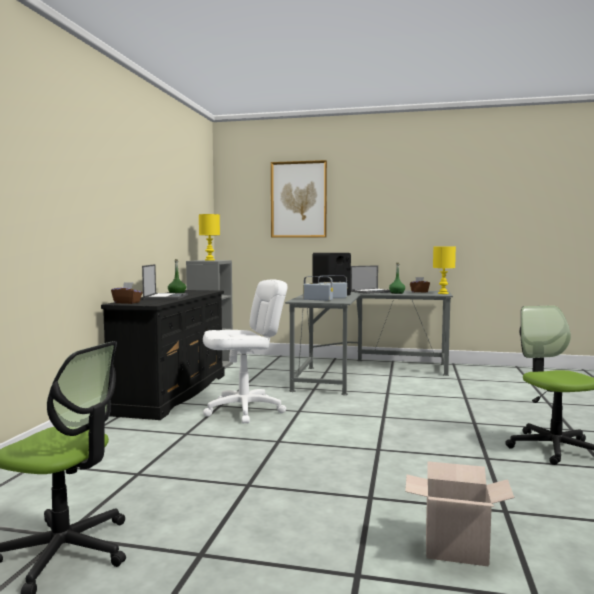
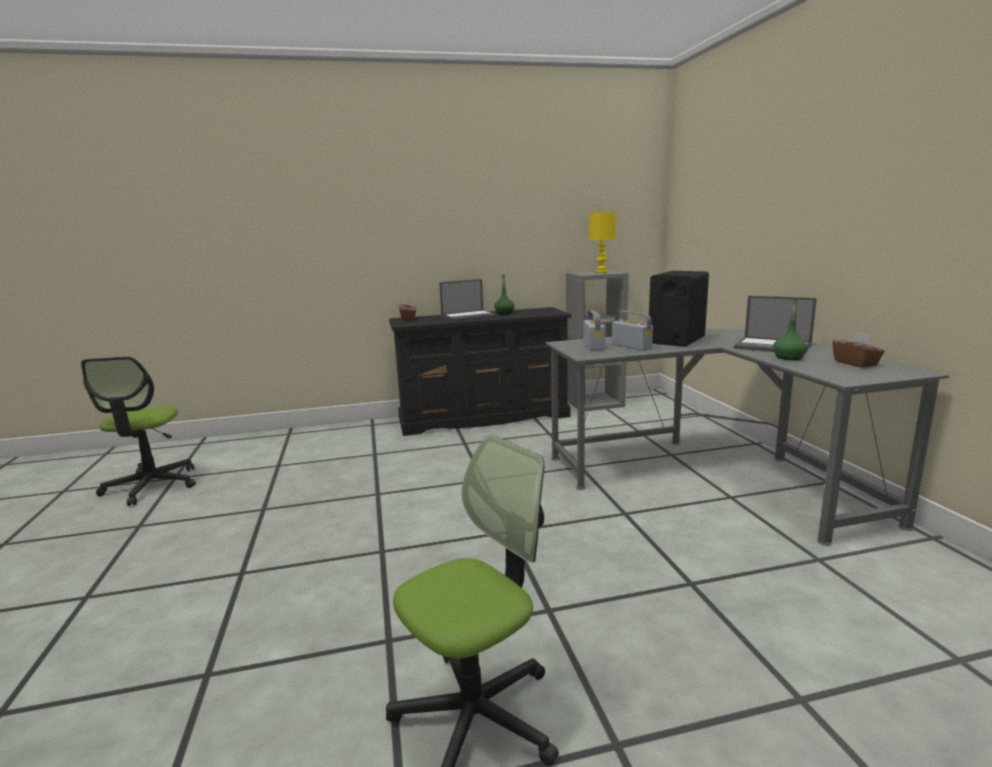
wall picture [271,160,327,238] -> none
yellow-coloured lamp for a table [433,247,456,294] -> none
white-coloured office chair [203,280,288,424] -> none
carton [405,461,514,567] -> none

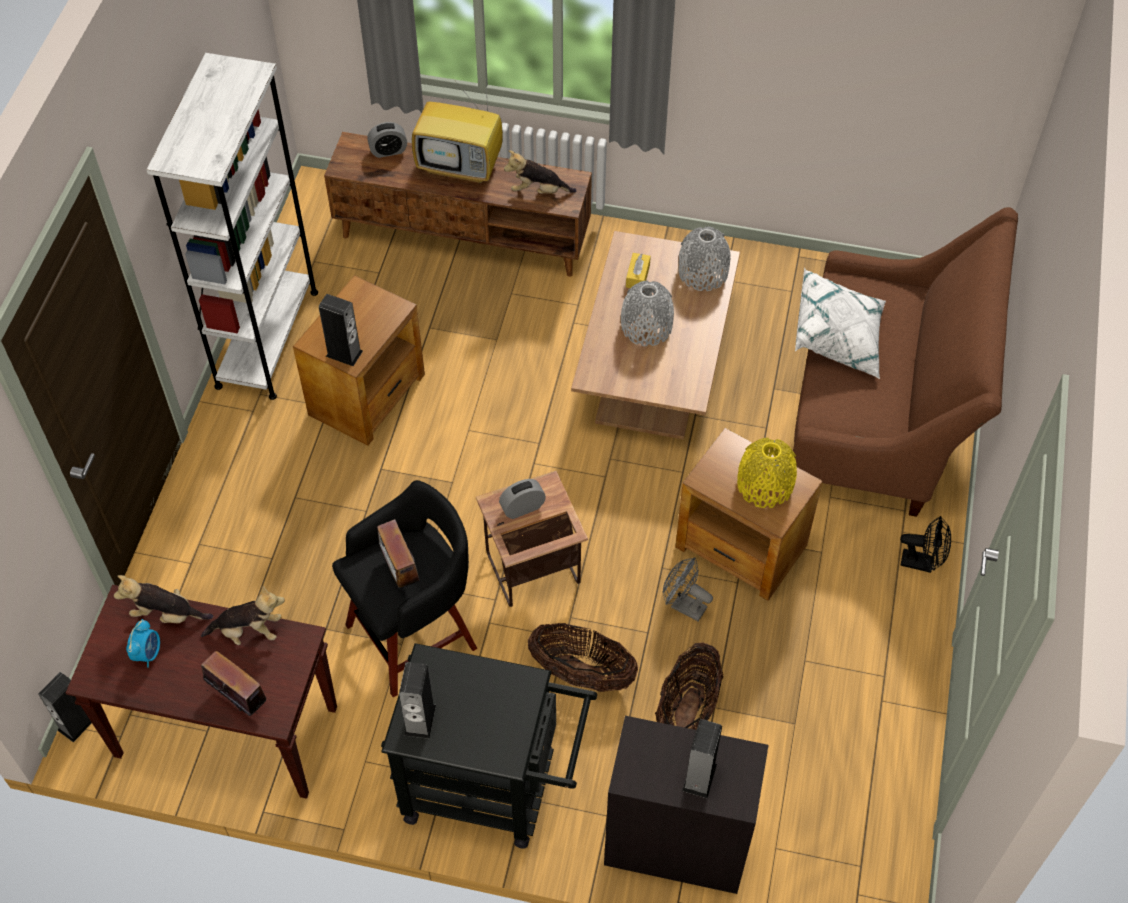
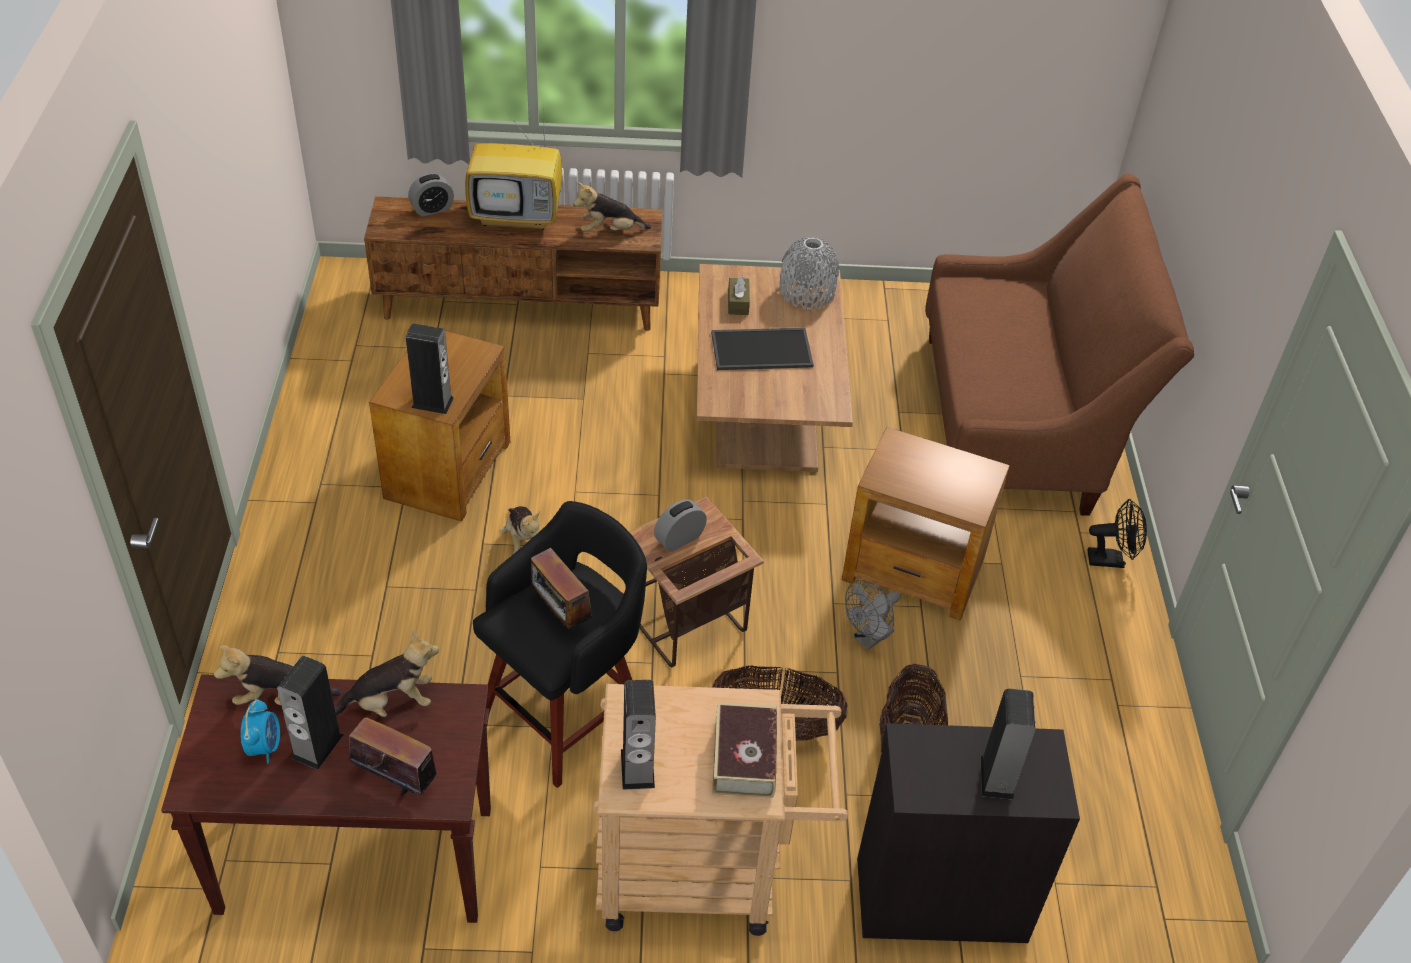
white-coloured bookcase [146,53,318,400] -> none
yellow-coloured box of tissues [626,253,651,288] -> brownish box of tissues [728,275,750,315]
white-coloured throw pillow [795,268,886,379] -> none
grey decorative vase [621,281,674,346] -> tray [711,328,814,370]
yellow-coloured decorative vase [737,438,797,508] -> none
grey cooling fan [663,558,713,621] -> grey cooling fan [845,580,900,650], 60 degrees counterclockwise
black wheeled cart [381,643,597,849] -> beige-coloured wheeled cart [594,684,848,936]
audio speaker [38,672,92,742] -> audio speaker [277,656,344,770], moved
none -> cuddly toy [499,506,540,555]
none -> volume [712,702,777,798]

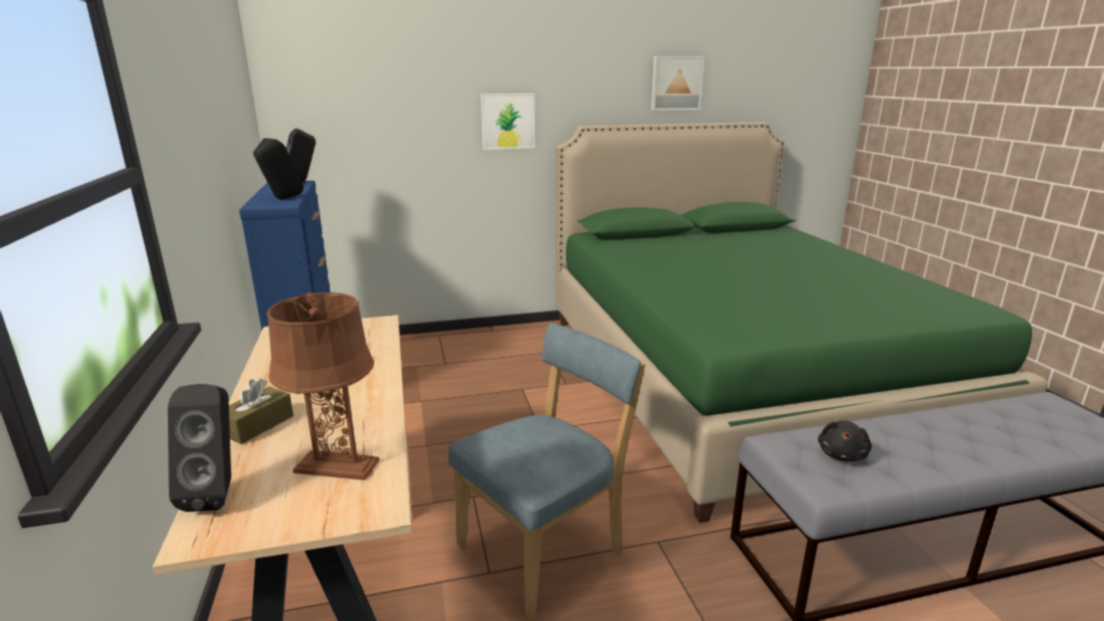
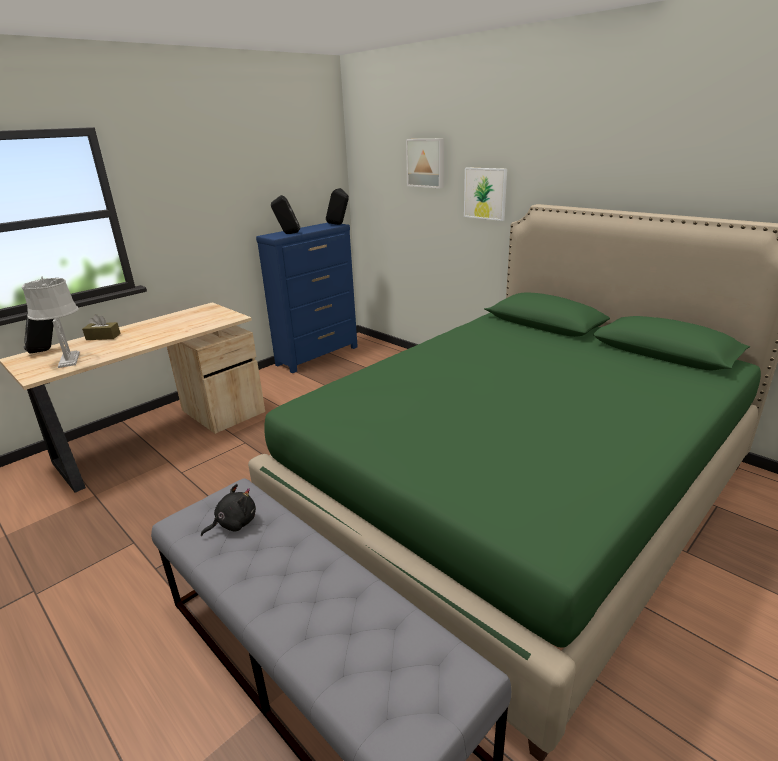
wall picture [651,56,704,111] -> wall picture [406,139,444,188], moved
brownish lamp for a table [267,292,379,480] -> grey lamp for a table [22,277,80,368]
blue upright chair [448,323,645,619] -> none
black cuddly toy [818,420,872,461] -> black cuddly toy [201,484,256,536], 150 degrees clockwise

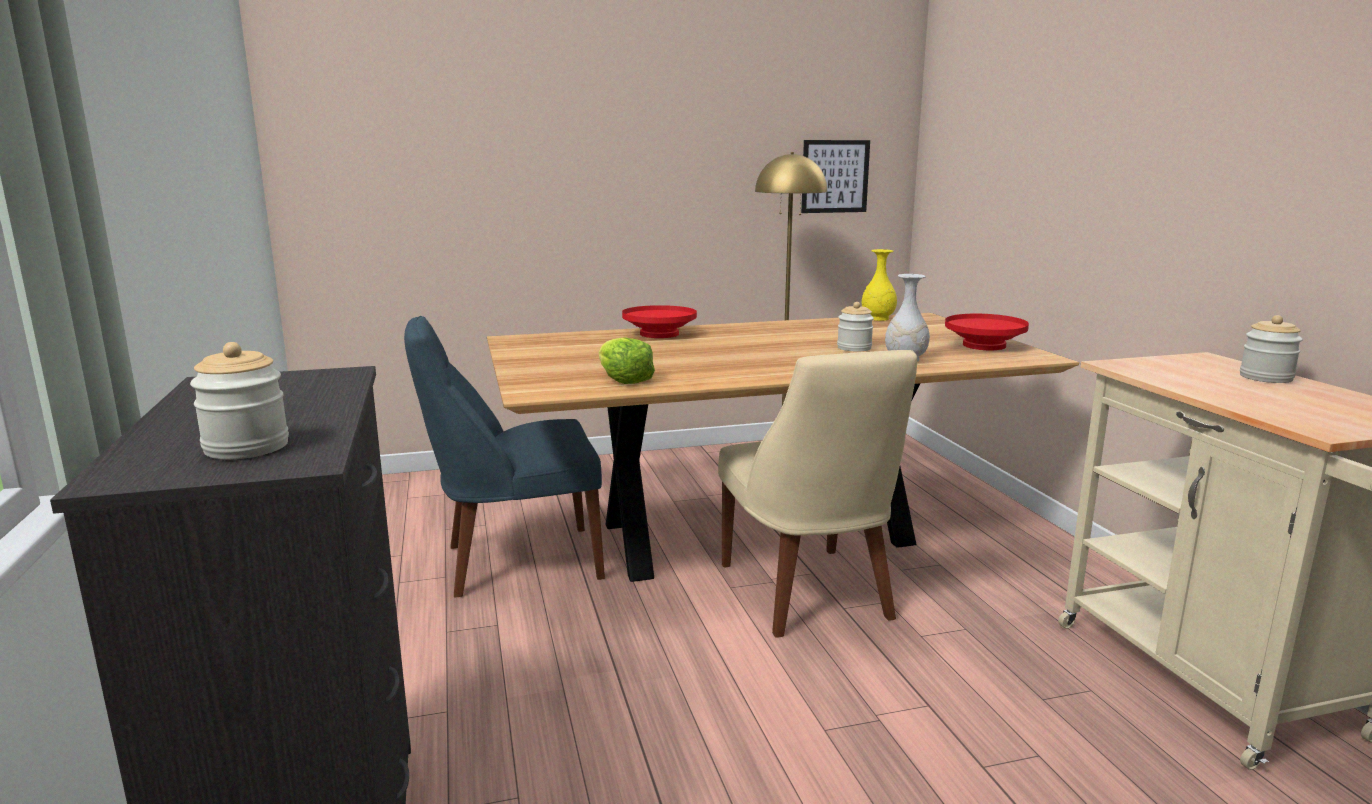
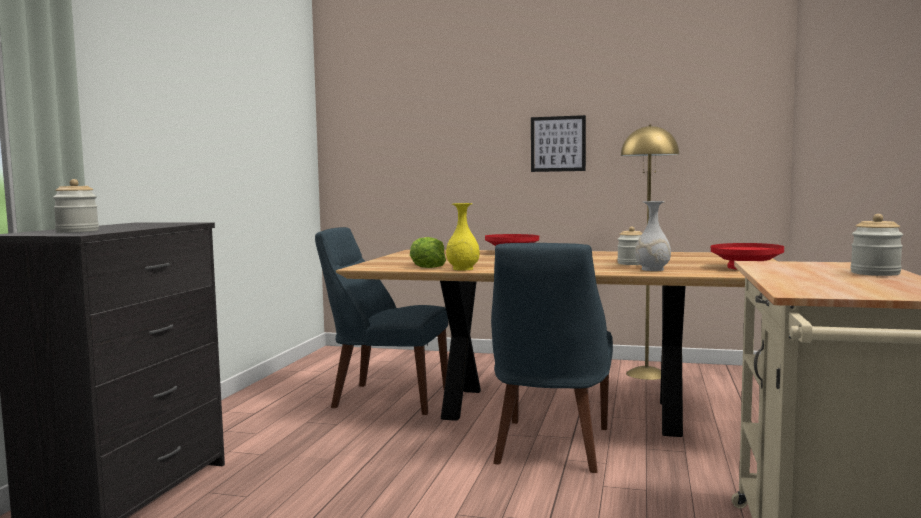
wall picture [801,140,870,213] -> wall picture [531,115,586,172], moved
yellow-coloured decorative vase [862,249,897,321] -> yellow-coloured decorative vase [446,203,480,271], moved
beige-coloured upright chair [718,350,917,638] -> blue upright chair [491,243,613,473]

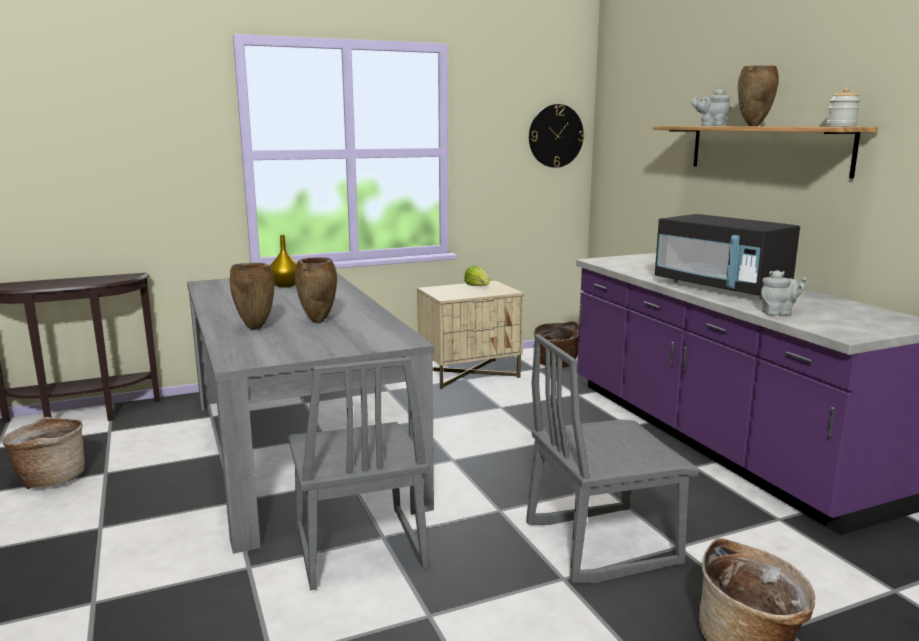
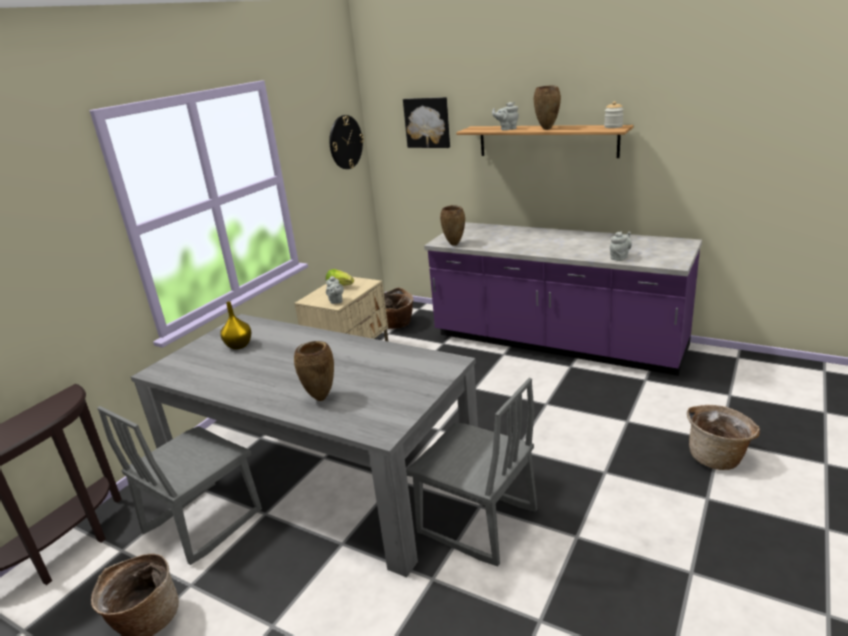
black microwave [655,214,800,300] -> none
brownish decorative vase [295,257,337,323] -> brownish decorative vase [440,205,465,246], moved
grey upright chair [526,334,699,584] -> grey upright chair [97,406,262,565], moved
none -> wall picture [403,97,450,148]
none -> grey pot for tea [326,275,344,304]

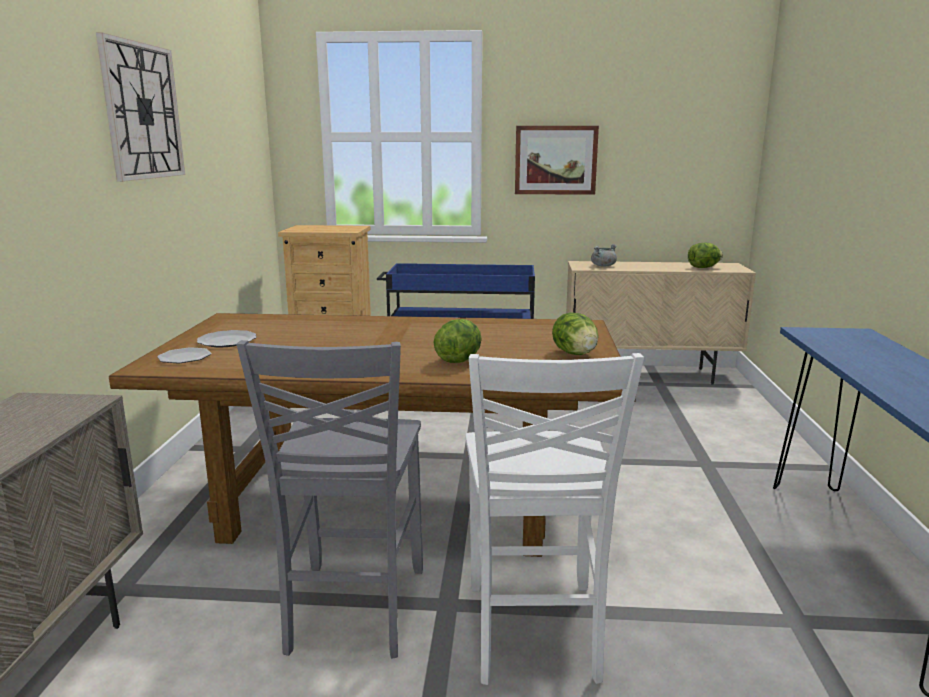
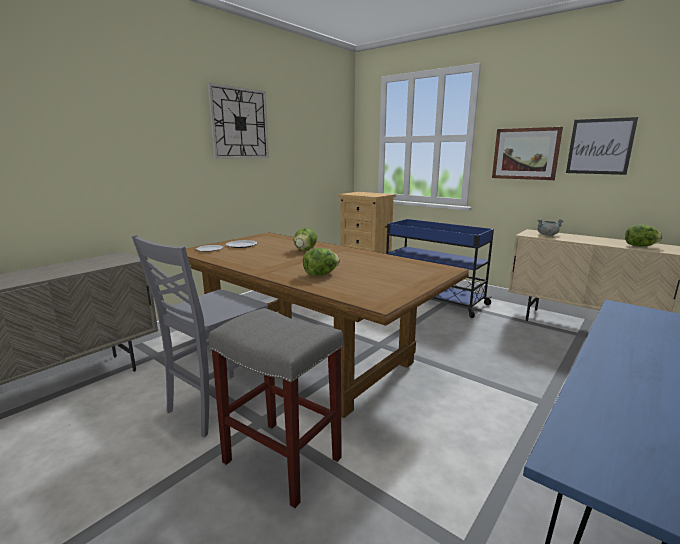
lettuce head [552,312,598,355] -> lettuce head [293,228,317,250], moved
white-coloured upright chair [466,353,644,685] -> grey sitting stool [208,308,343,508]
none -> wall picture [566,117,638,175]

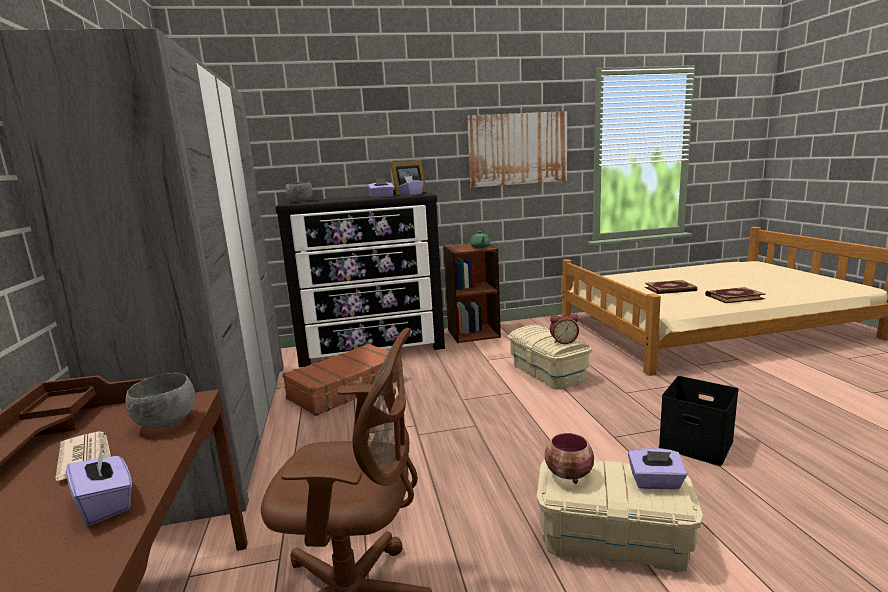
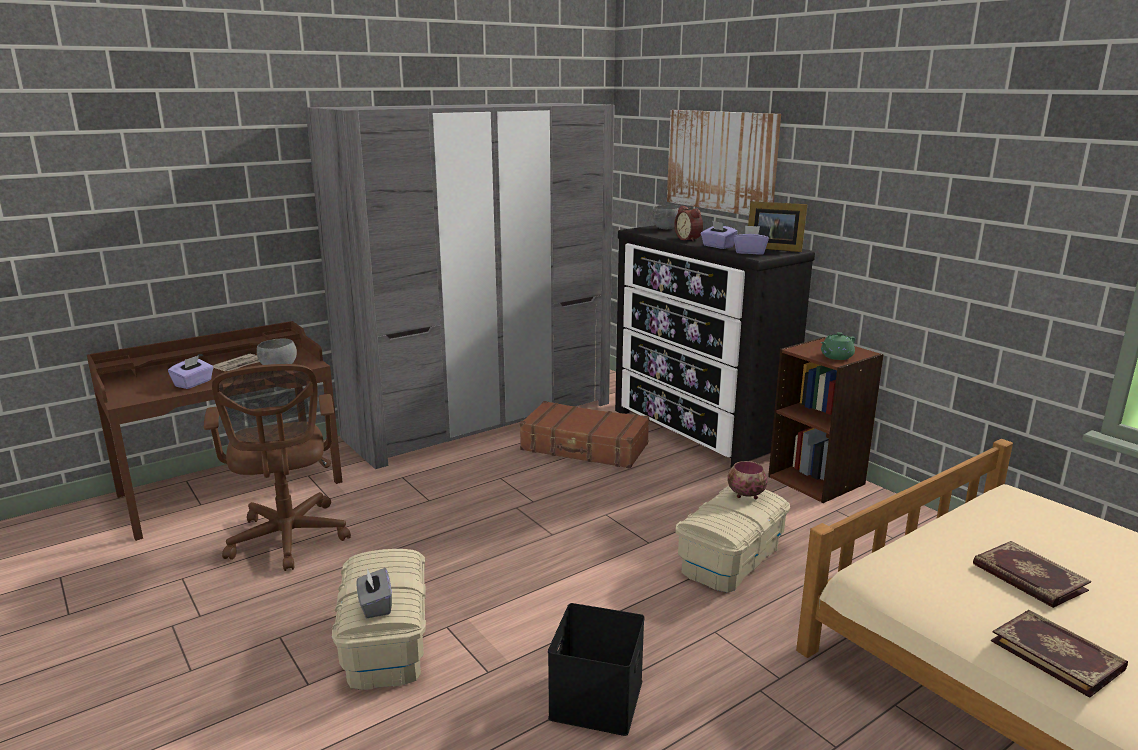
wall picture [467,111,567,187] -> wall picture [667,110,781,216], moved
table clock [550,314,579,344] -> table clock [674,205,703,242], moved
bowl [545,433,594,484] -> bowl [727,461,768,499], moved
purple box of tissues [628,448,687,489] -> grey box of tissues [356,568,392,618]

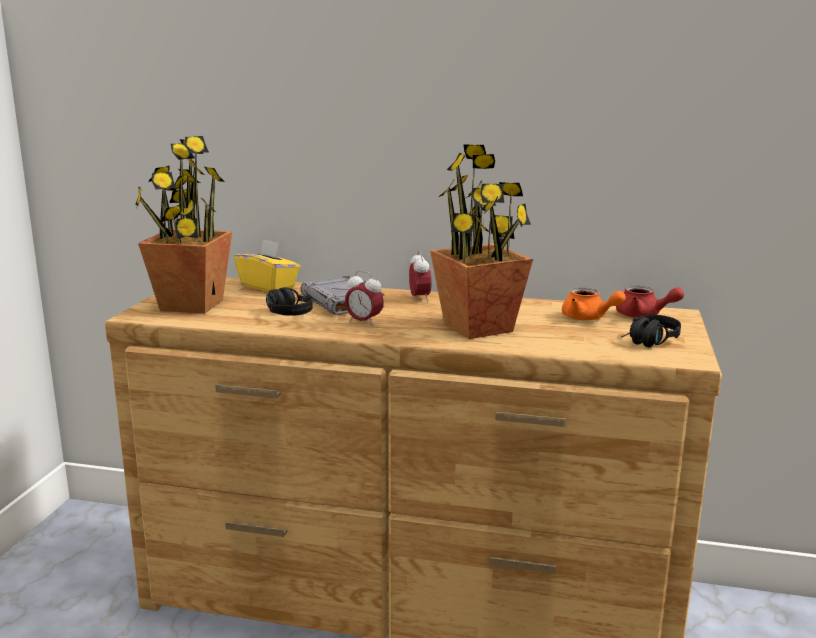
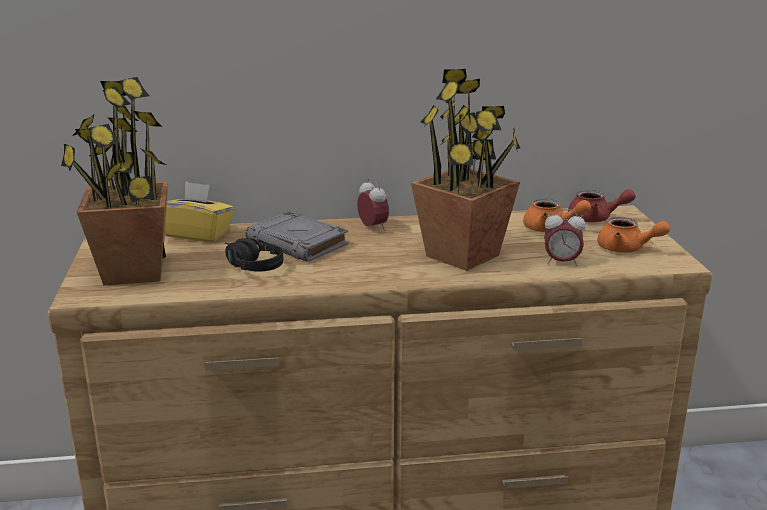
table clock [345,271,384,326] -> table clock [544,209,586,266], moved
black headset [621,315,681,347] -> orangey pot for tea [597,217,670,253]

